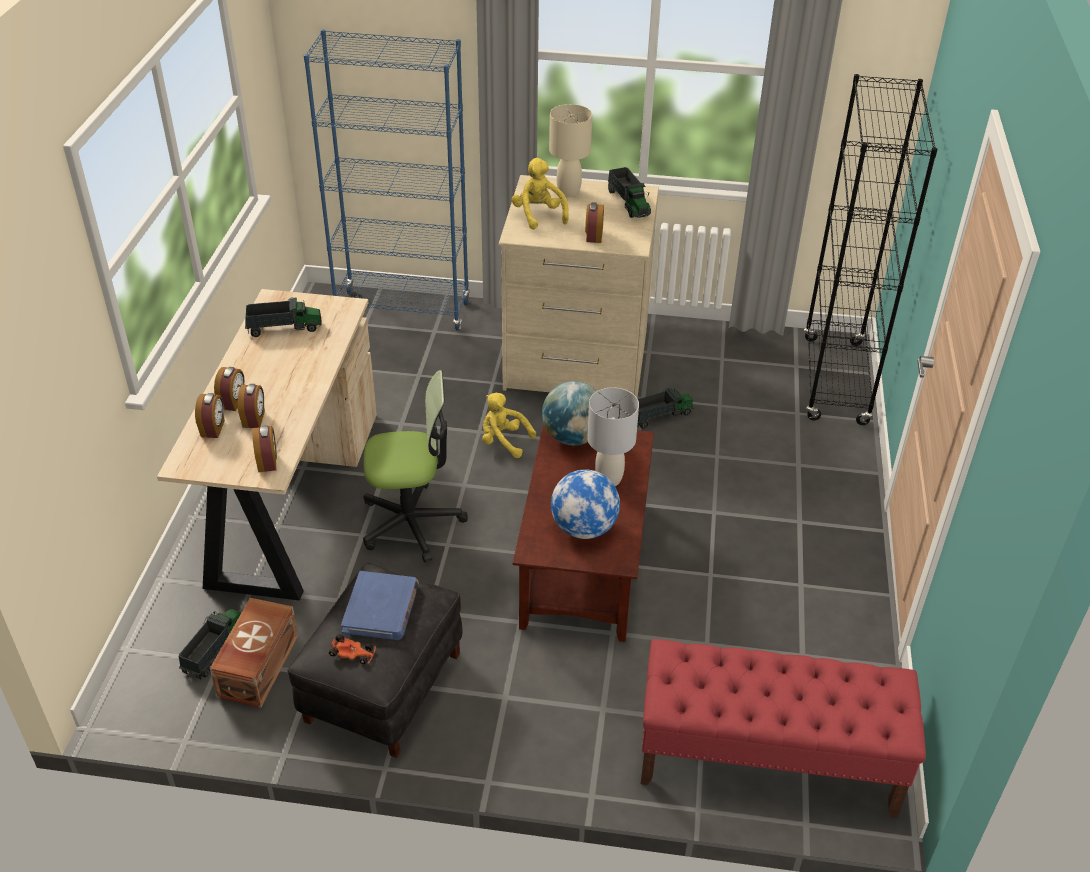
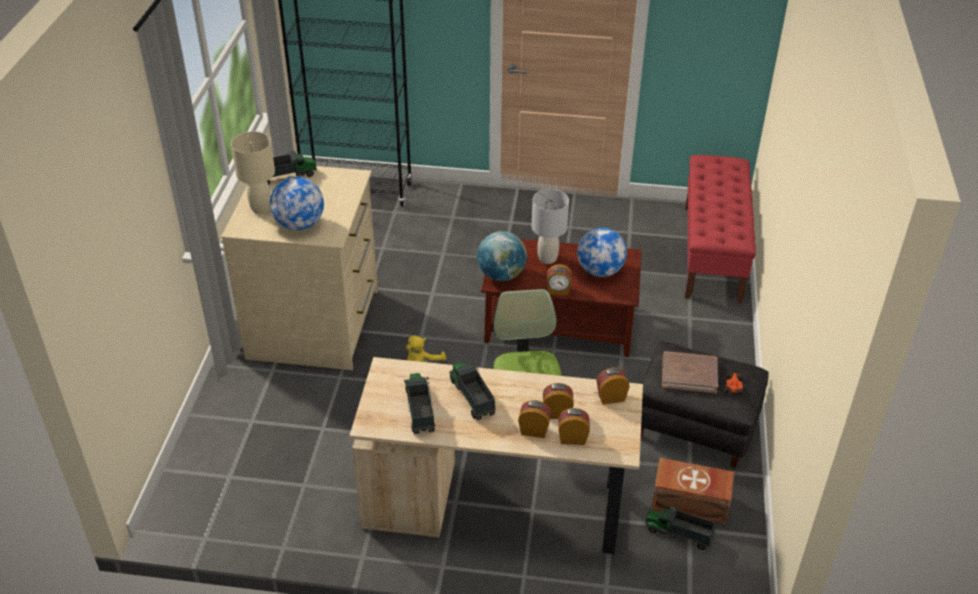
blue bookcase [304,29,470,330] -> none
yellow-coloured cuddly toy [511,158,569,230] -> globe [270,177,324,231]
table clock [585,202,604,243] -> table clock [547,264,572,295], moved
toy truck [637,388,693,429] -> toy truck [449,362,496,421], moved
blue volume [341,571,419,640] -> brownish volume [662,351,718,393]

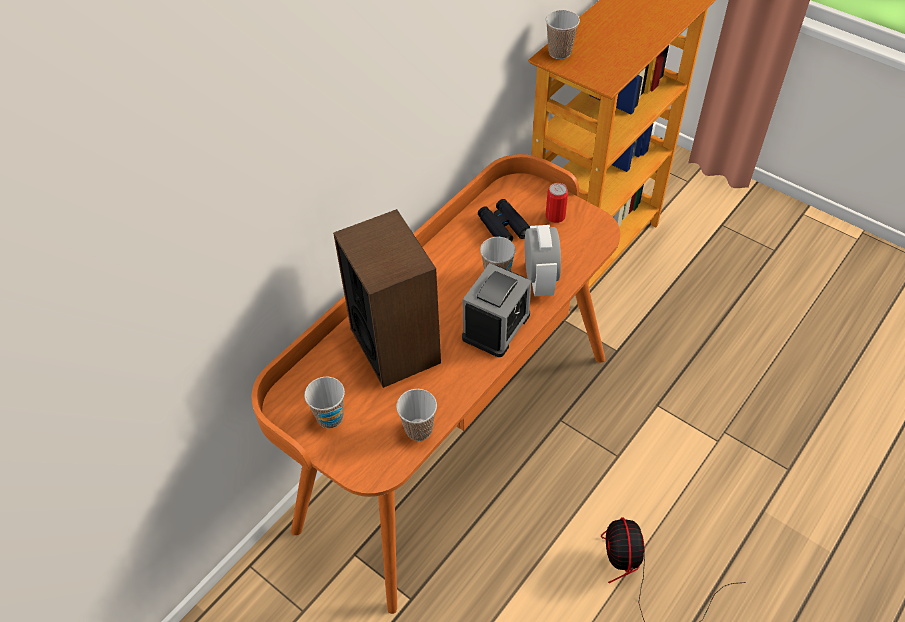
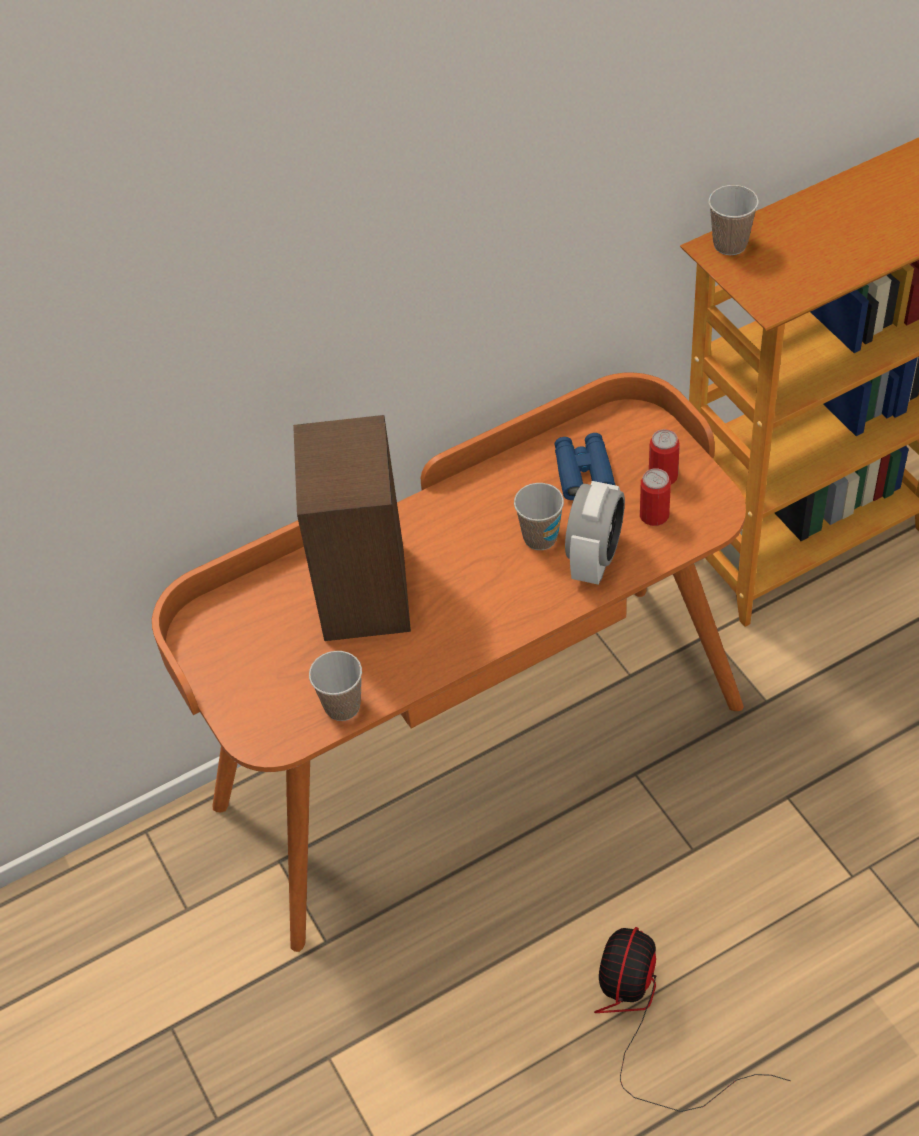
black pair of binoculars [478,199,530,241] -> blue pair of binoculars [554,433,615,500]
table clock [462,263,532,357] -> none
cup [304,377,345,429] -> none
none -> can [640,468,671,526]

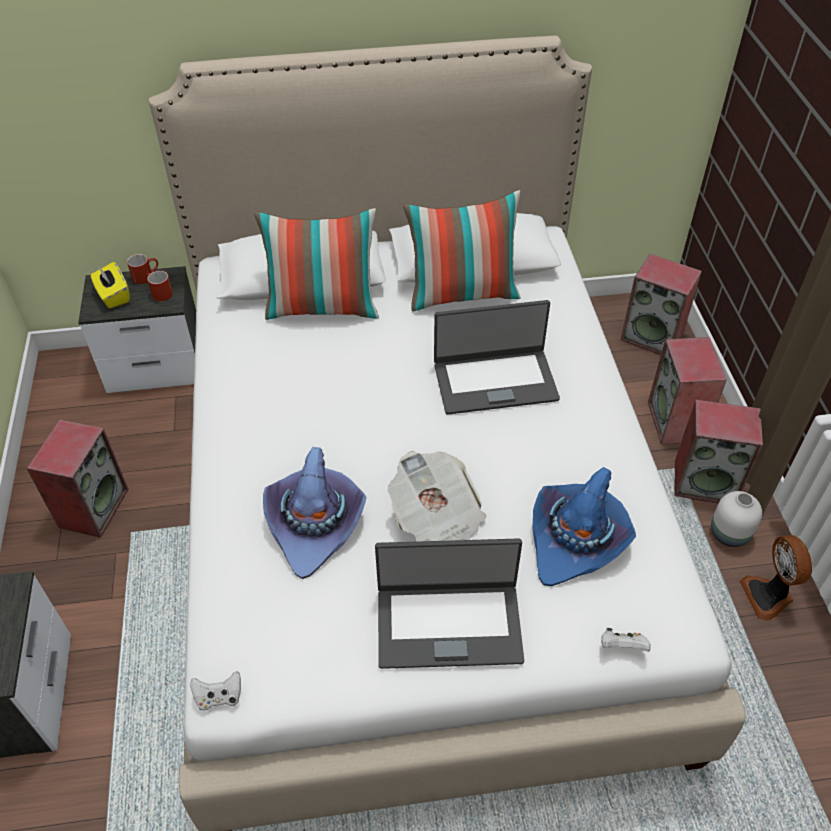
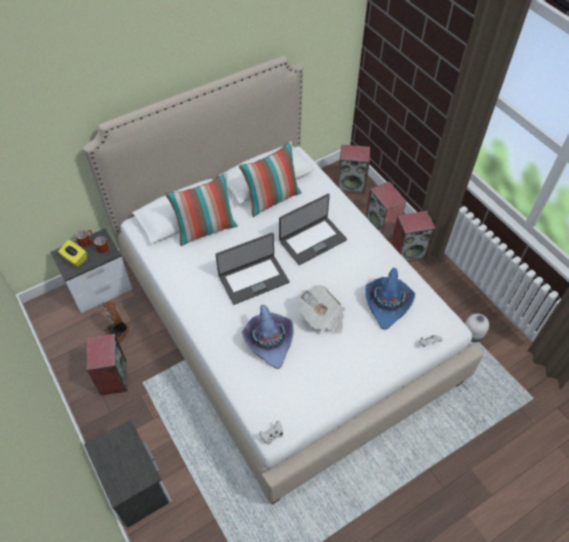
white-coloured decorative vase [711,491,762,547] -> white-coloured decorative vase [465,314,489,342], moved
cooling fan [740,535,812,621] -> cooling fan [104,302,130,343], moved
laptop [375,538,524,669] -> laptop [215,233,289,305], moved

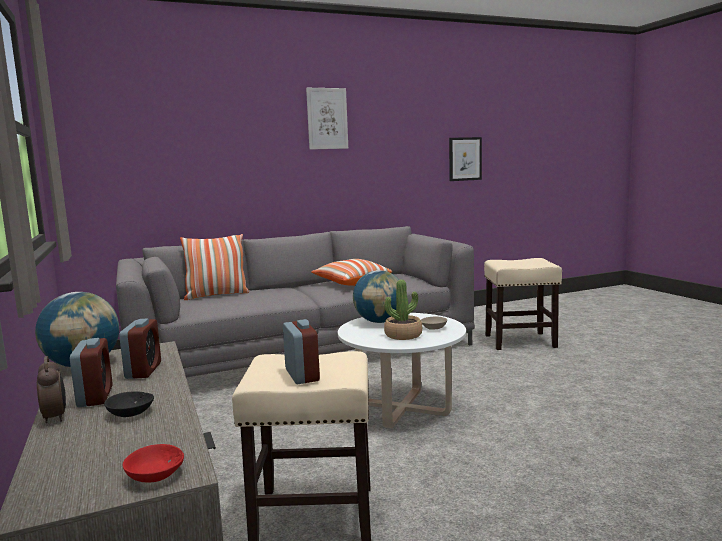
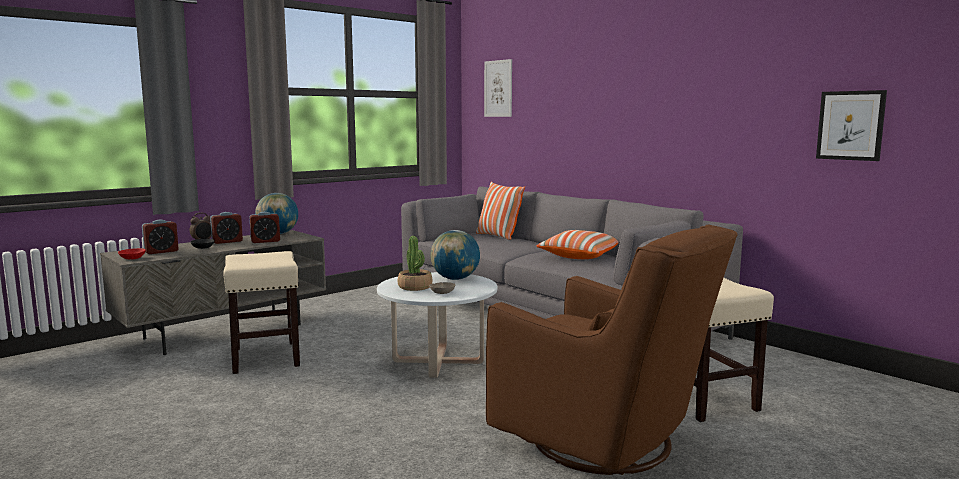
wall picture [306,88,348,150] -> wall picture [484,59,512,117], moved
table clock [283,319,320,384] -> table clock [142,220,179,254], moved
none -> brownish easy chair [486,225,738,475]

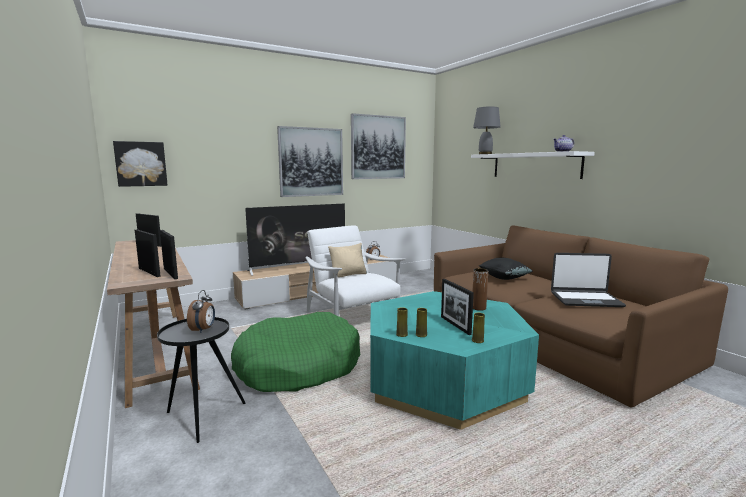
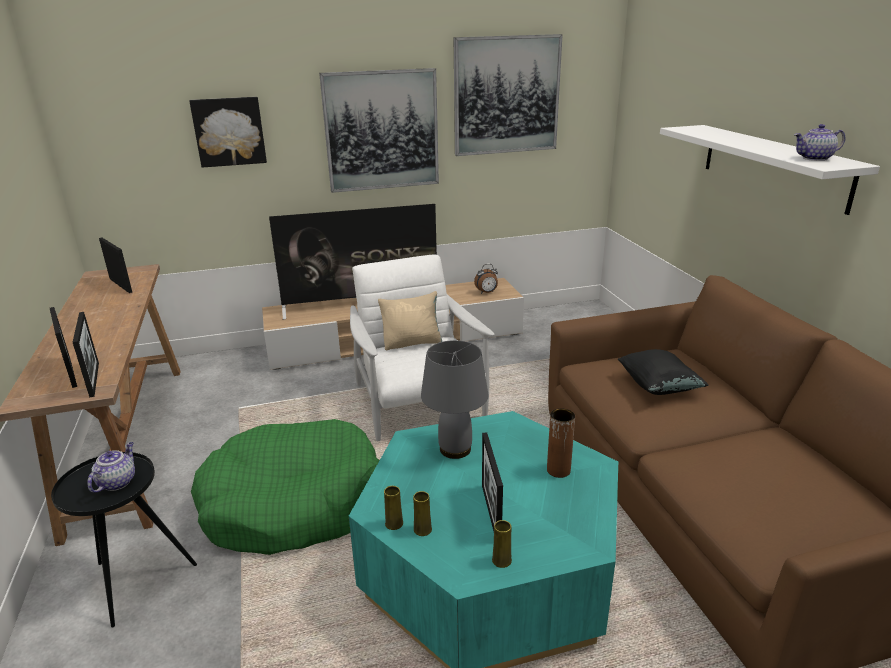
grey lamp for a table [473,106,501,154] -> grey lamp for a table [421,340,489,459], moved
wall picture [113,141,168,187] -> wall picture [189,97,267,168], moved
laptop [551,253,626,307] -> none
table clock [187,290,215,333] -> pot for tea [87,442,135,493]

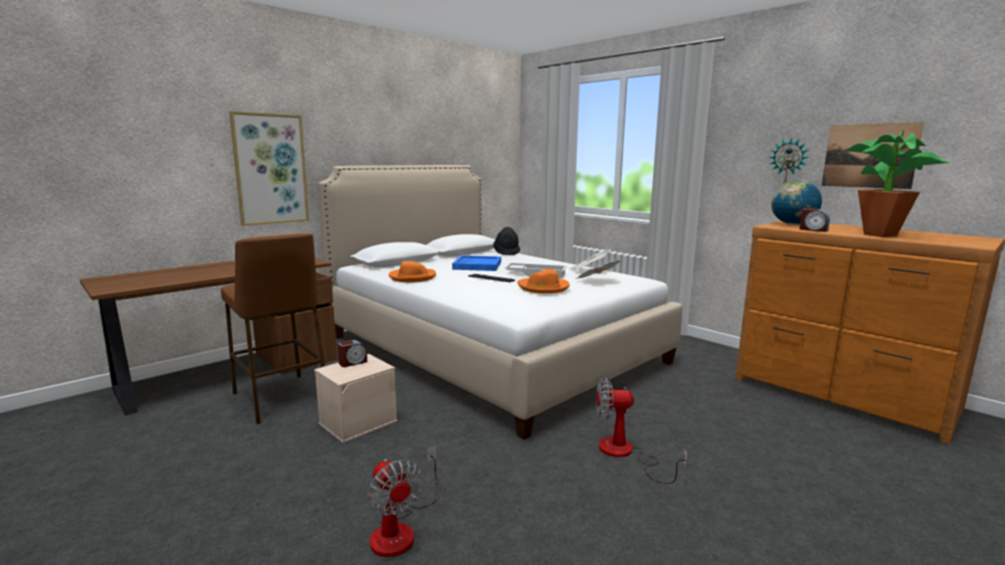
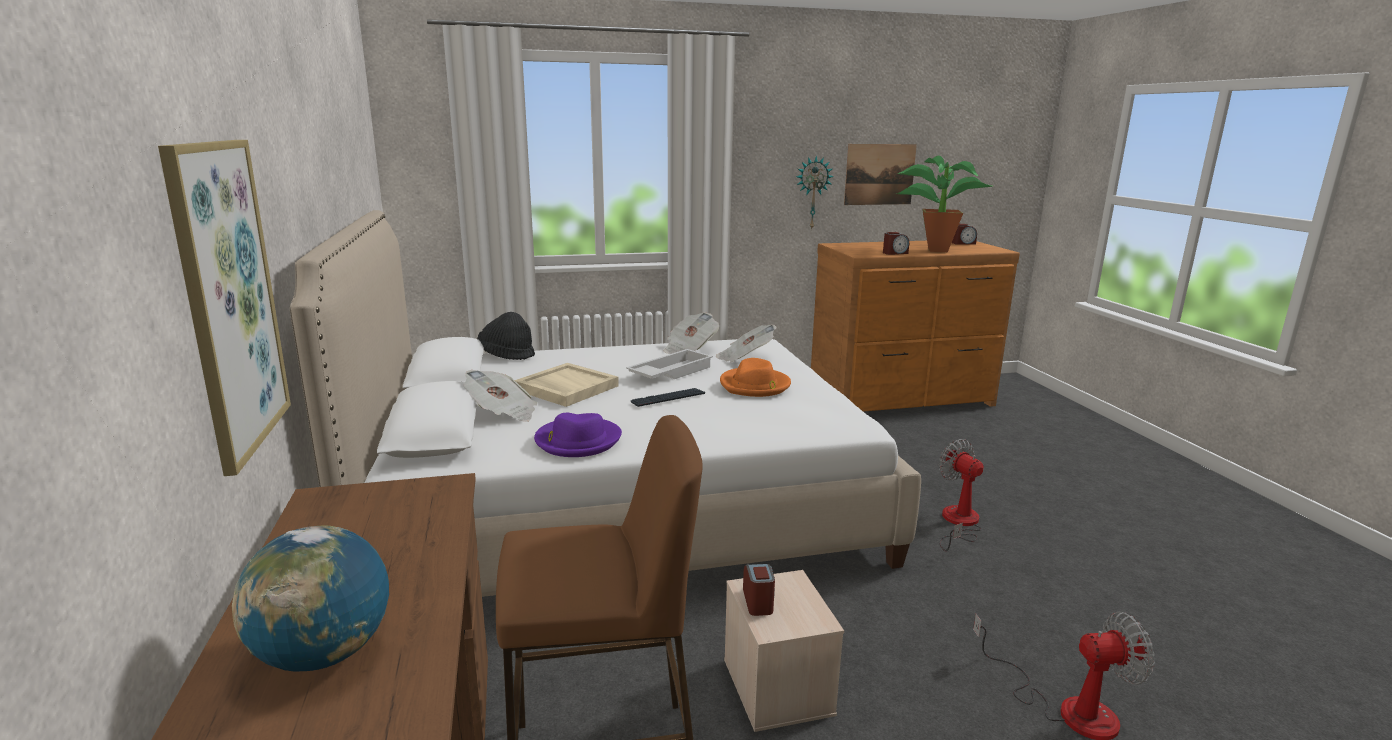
globe [771,180,822,225] -> globe [232,526,389,671], moved
blue tray [452,255,501,271] -> beige-coloured tray [514,363,619,407]
orangey clothing hat [389,261,436,282] -> purple clothing hat [534,413,622,457]
cooling fan [596,377,688,484] -> cooling fan [939,439,984,551], 120 degrees clockwise
none -> table clock [952,224,977,245]
none -> newspaper [463,370,537,422]

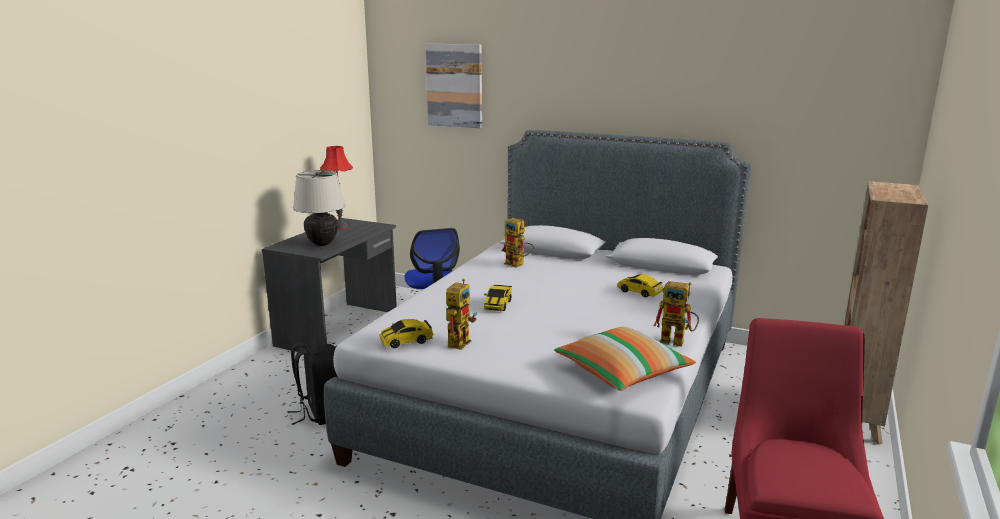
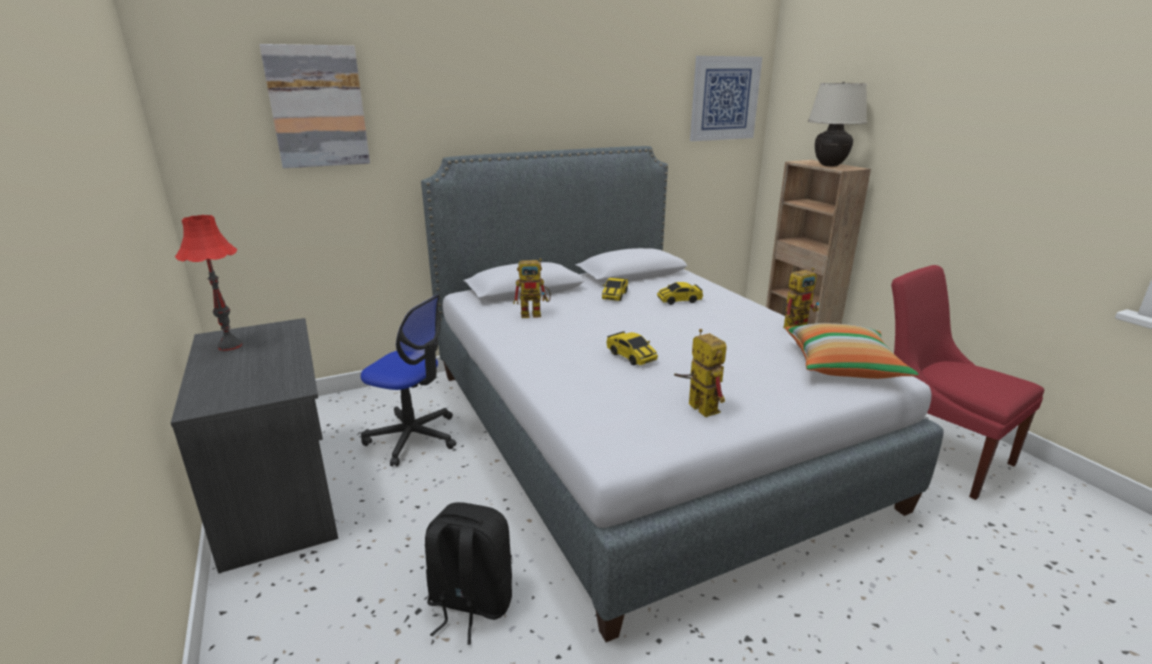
beige-coloured lamp for a table [293,170,346,246] -> beige-coloured lamp for a table [808,82,867,167], moved
toy car [379,319,433,348] -> toy car [602,277,628,301], moved
none -> wall picture [690,56,762,141]

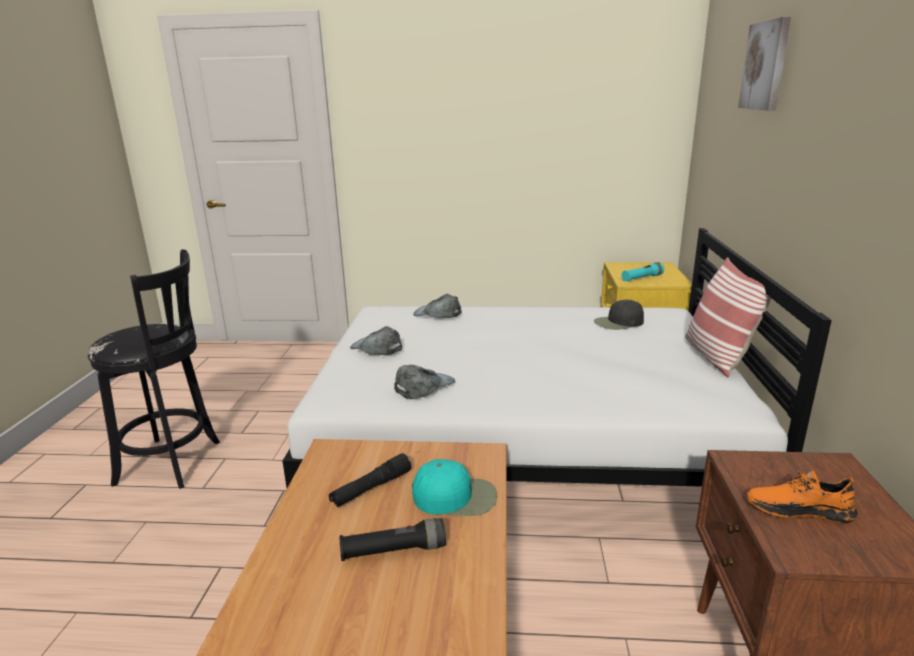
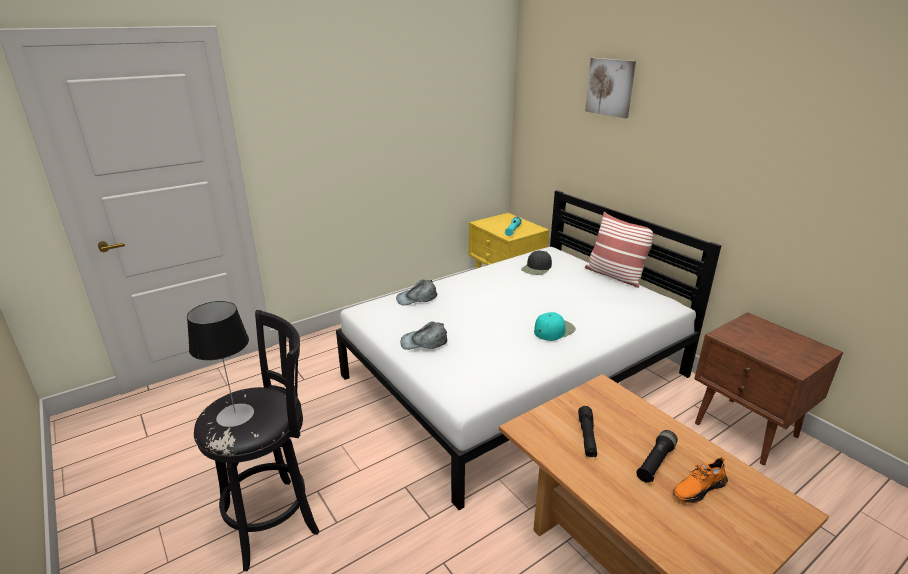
grey cap [394,365,455,399] -> none
blue-green cap [412,459,497,516] -> blue-green cap [534,312,576,341], moved
orangey shoe [746,471,858,523] -> orangey shoe [673,457,728,503], moved
none -> lamp for a table [187,301,254,427]

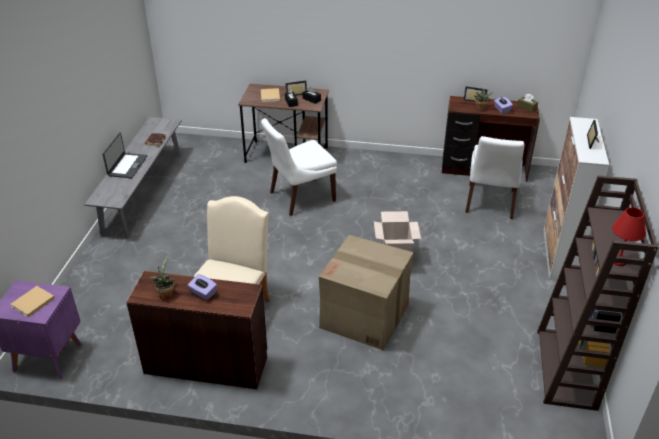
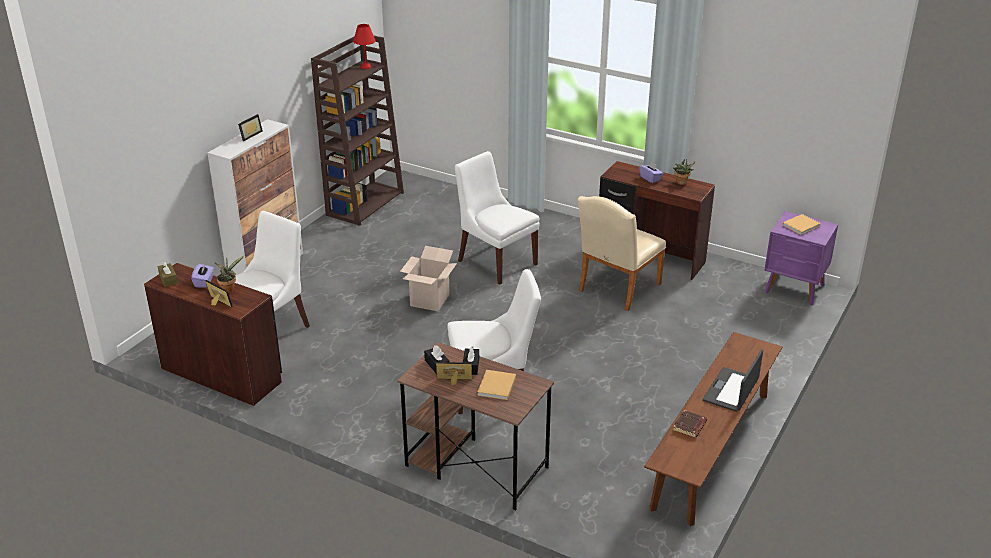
grey indoor bench [84,117,182,239] -> brownish indoor bench [644,332,782,526]
carton [319,235,414,350] -> white-coloured upright chair [455,151,539,285]

